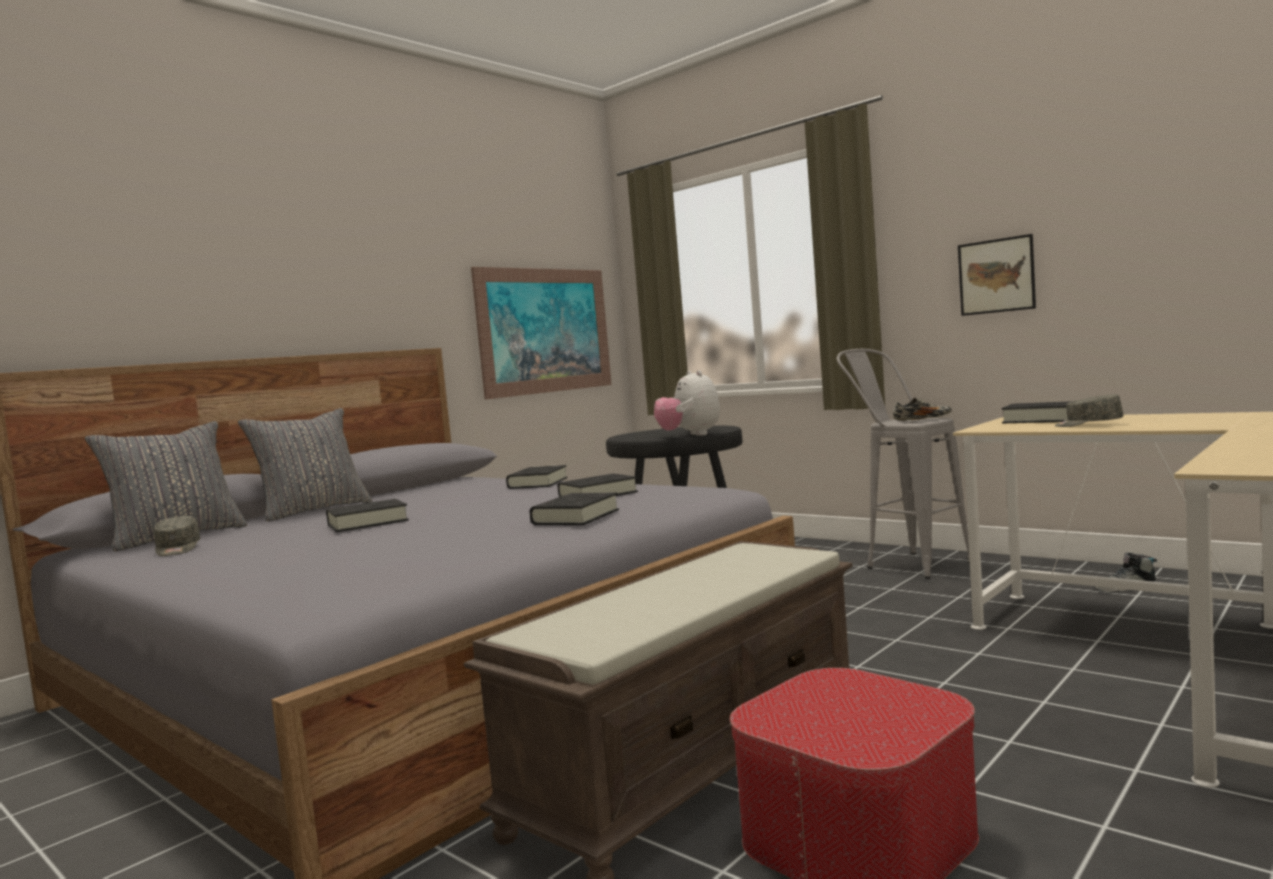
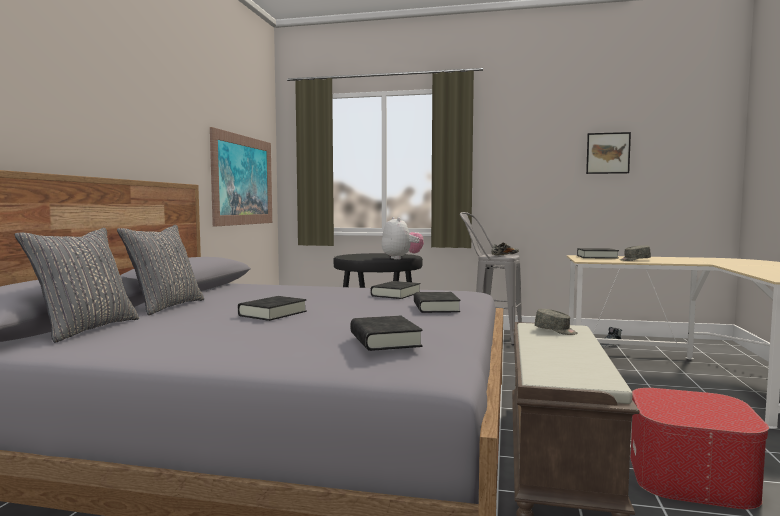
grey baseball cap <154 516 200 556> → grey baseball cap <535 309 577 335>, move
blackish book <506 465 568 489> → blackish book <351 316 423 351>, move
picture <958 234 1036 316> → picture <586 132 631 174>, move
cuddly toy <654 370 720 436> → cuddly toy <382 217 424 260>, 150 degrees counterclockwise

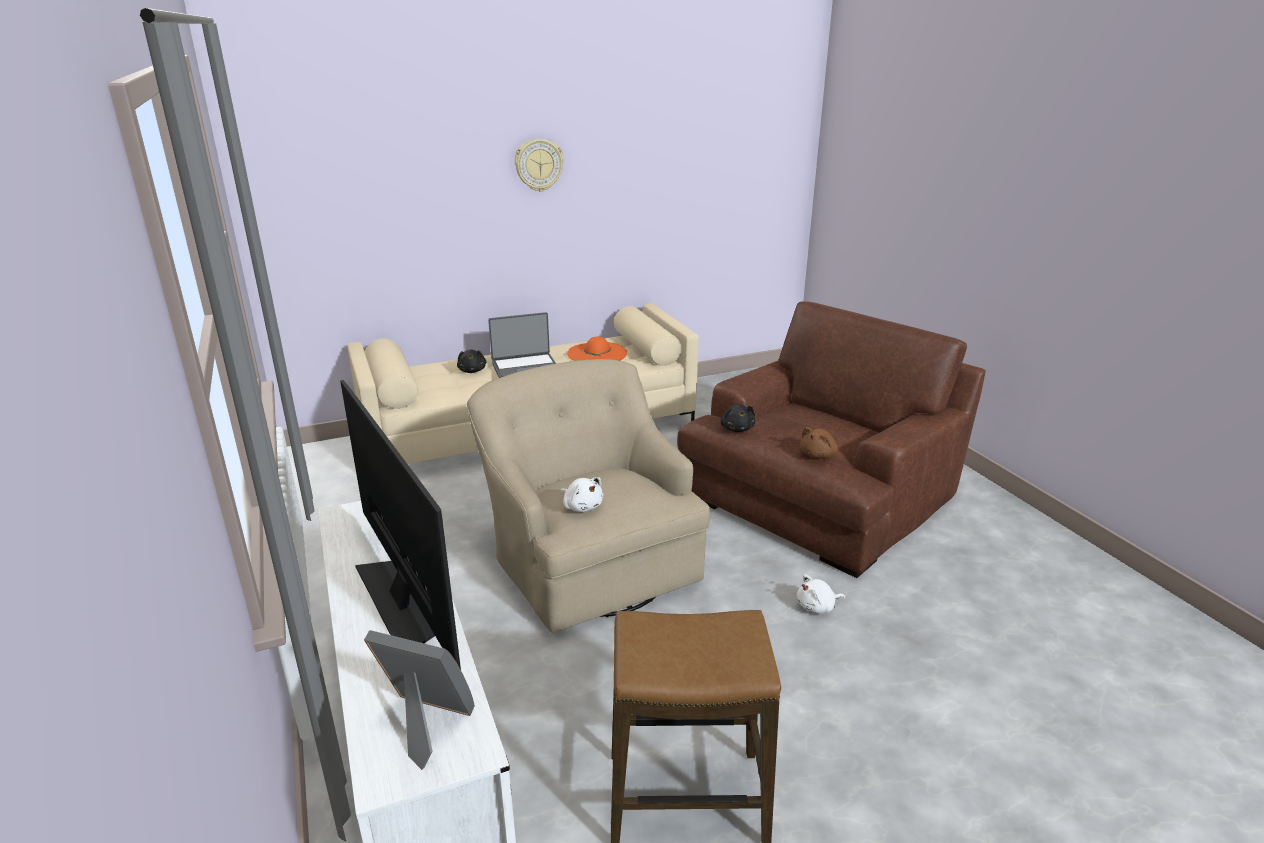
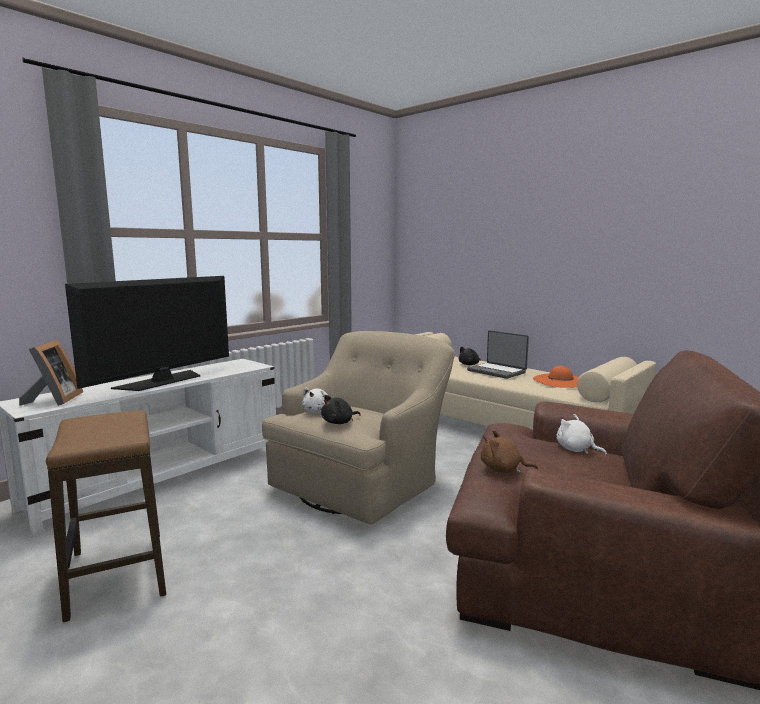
clock on the wall <515 139 564 192> → -
blackish cuddly toy <720 404 755 432> → blackish cuddly toy <321 395 361 424>, move
white-coloured cuddly toy <797 574 845 614> → white-coloured cuddly toy <556 414 607 456>, move

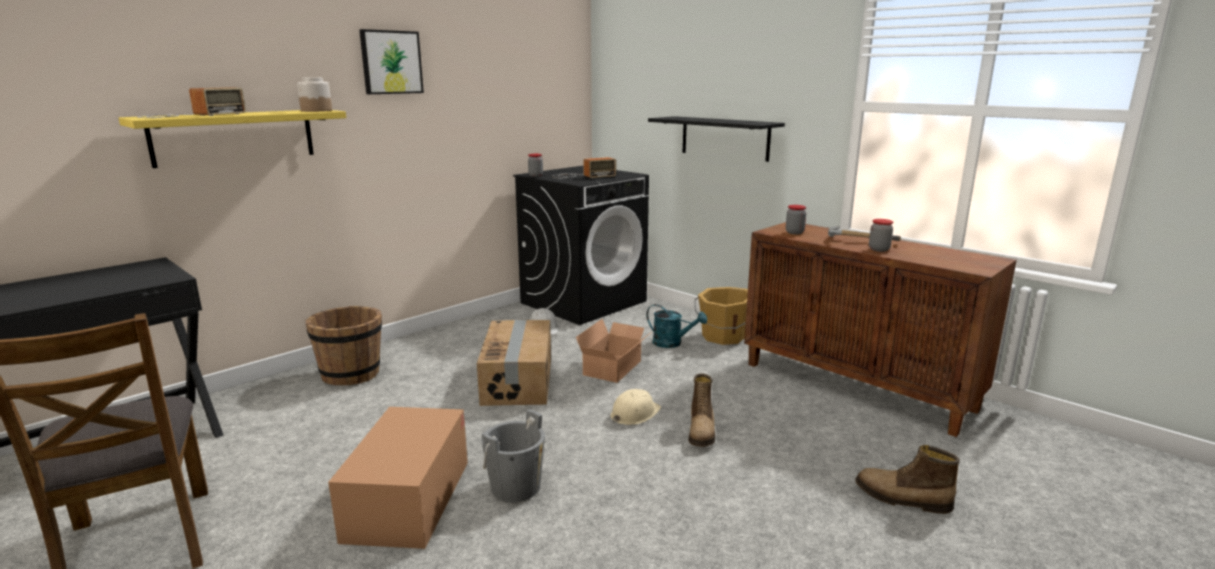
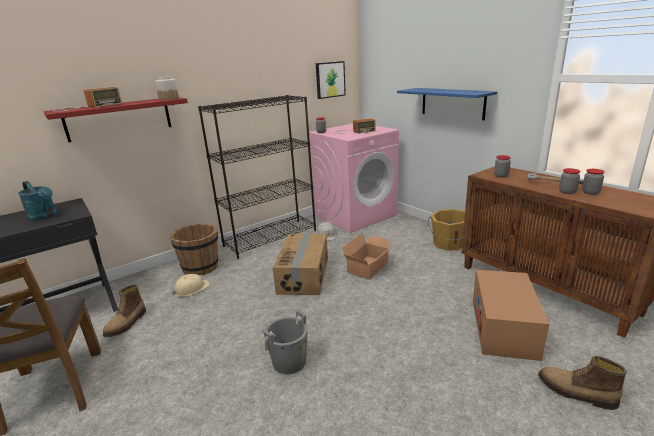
- → blackish bookcase <198 95 316 259>
- → preserve jar <582 169 604 195>
cardboard box <328 407 468 549> → cardboard box <473 270 549 361>, move
picture <359 29 424 94> → picture <316 61 346 99>, move
beige work helmet <610 389 661 425> → beige work helmet <172 274 210 297>, move
turquoise watering can <646 304 707 348> → turquoise watering can <18 181 57 221>, move
boot <688 373 715 447> → boot <103 284 146 337>, move
yellow bracket shelf <119 110 346 168> → reddish bracket shelf <44 97 188 142>
blackish washing machine <513 166 649 325> → pinkish washing machine <309 123 399 233>
blackish bracket shelf <648 116 785 162> → blue bracket shelf <397 88 497 120>

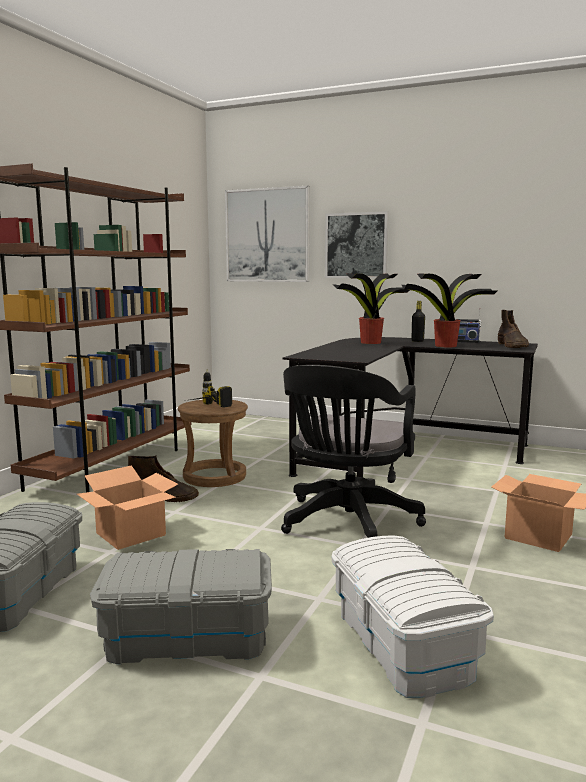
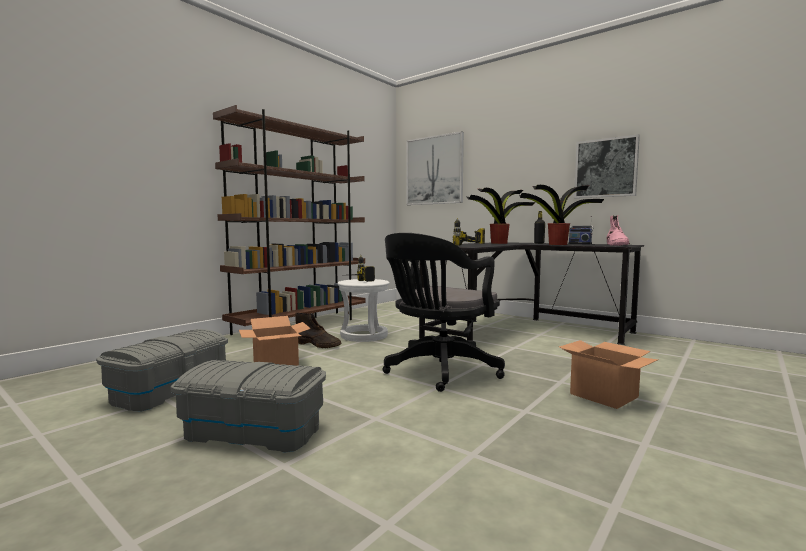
white-coloured storage bin <332 536 494 698> → -
- → electric drill <453 218 485 246>
picture <325 211 389 278> → picture <574 134 640 198>, move
brown-coloured stool <178 400 248 487> → white-coloured stool <338 279 390 342>
brown-coloured boot <498 310 529 348> → pinkish boot <607 215 630 246>

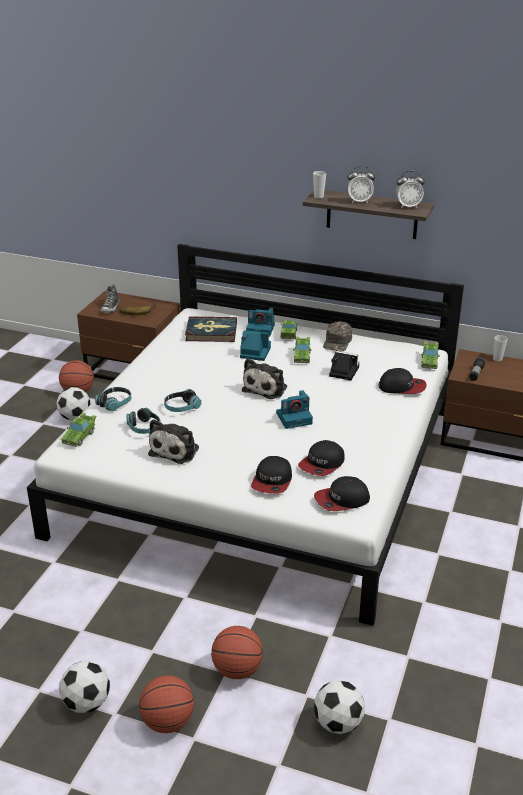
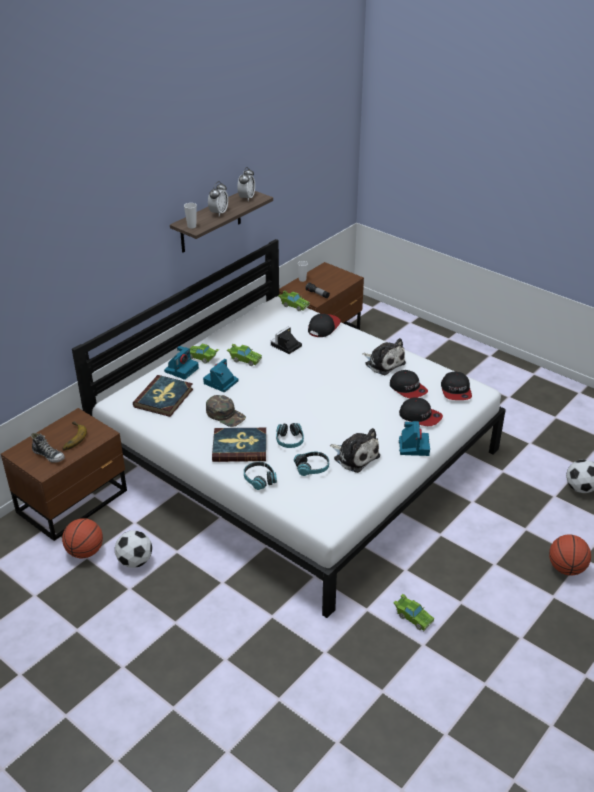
football <59 661 110 713> → -
ball for basketball <211 626 263 679> → -
- → book <212 428 266 462>
greenish miniature car <61 413 96 447> → greenish miniature car <394 594 435 631>, move
cuddly toy <242 358 287 399> → cuddly toy <362 338 406 375>, move
photo camera <276 390 313 429> → photo camera <399 421 430 456>, move
greenish baseball cap <323 321 352 351> → greenish baseball cap <206 395 246 427>, move

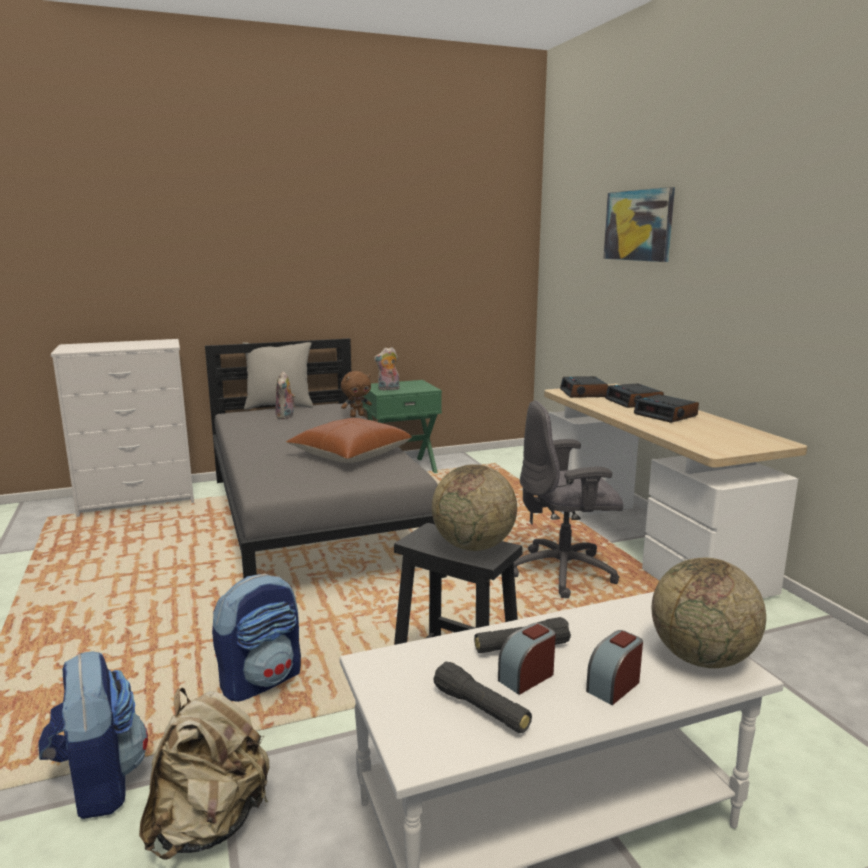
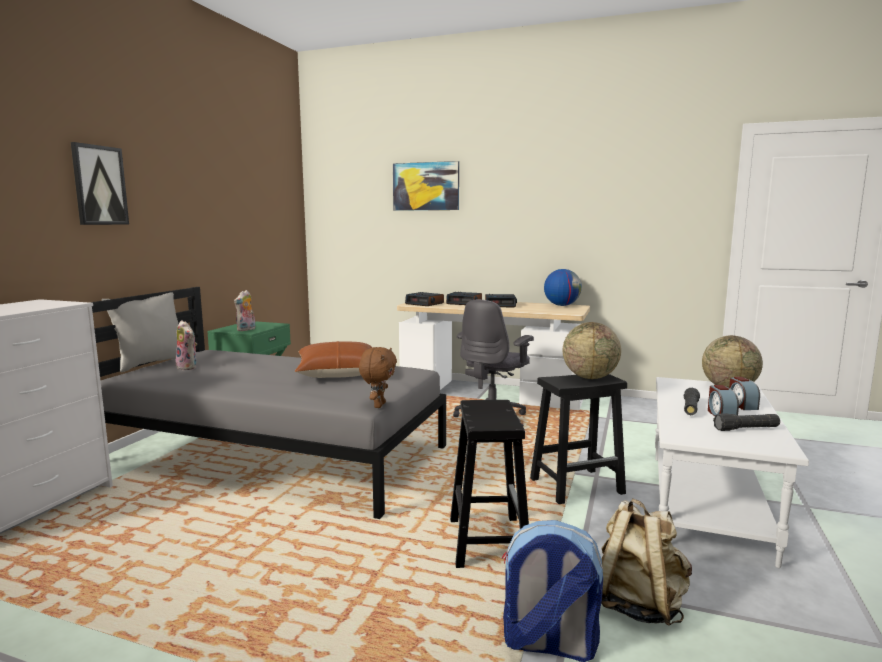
- → picture <70 142 129 225>
- → world globe <544 269 582 306>
brown-coloured cuddly toy <341 371 372 417> → brown-coloured cuddly toy <359 347 397 408>, move
knapsack <212 573 301 702> → blackish stool <450 400 529 568>

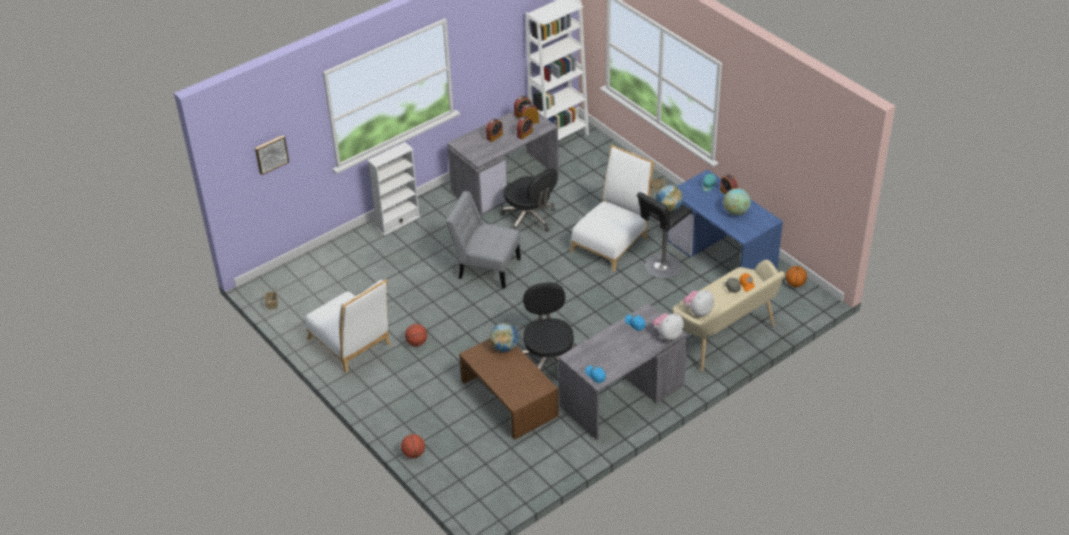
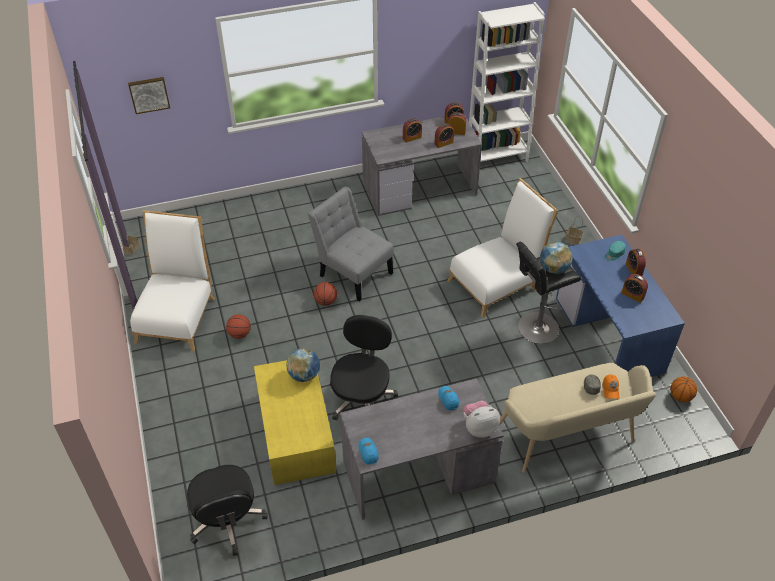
white-coloured bookcase <367 142 420 236> → -
cuddly toy <683 290 714 317> → -
ball for basketball <401 434 425 458> → ball for basketball <314 282 337 306>, move
blackish office chair <500 168 558 232> → blackish office chair <187 465 268 556>, move
world globe <723 188 751 216> → table clock <621 274 648 303>
brown-coloured low table <459 339 559 440> → yellow low table <254 360 336 485>
white-coloured plain chair <305 279 391 373> → white-coloured plain chair <130 210 215 351>, 150 degrees counterclockwise

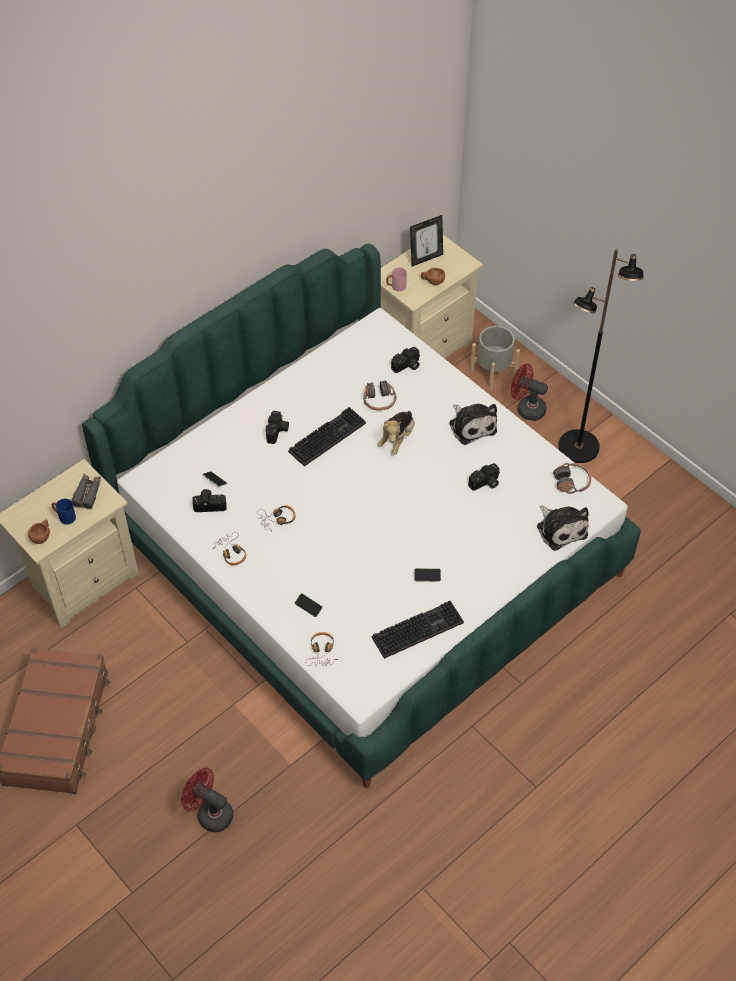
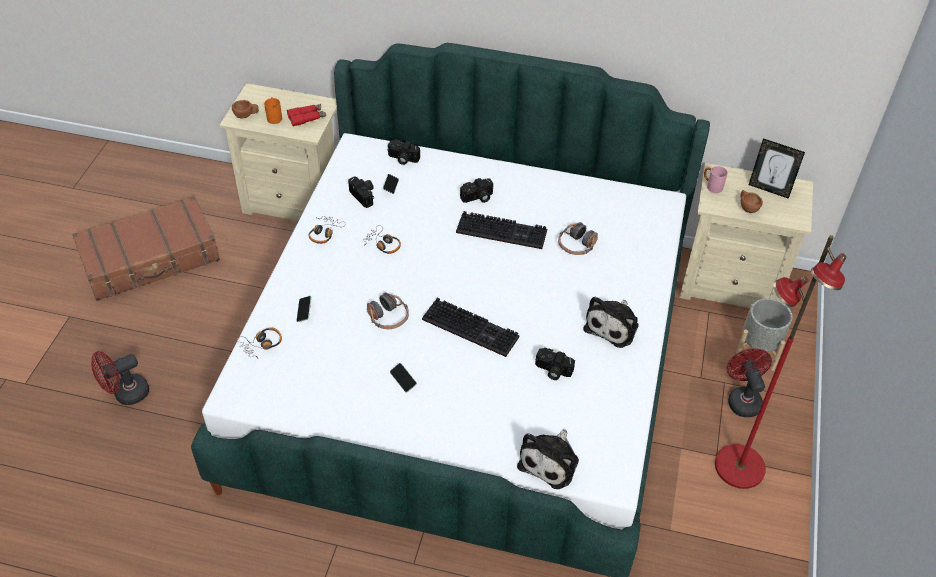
cuddly toy <377 411 415 454> → -
PC keyboard <372 601 464 659> → PC keyboard <422 298 520 357>, move
photo camera <391 347 420 373> → photo camera <388 139 420 165>, move
headphones <553 463 592 494> → headphones <367 293 409 329>, move
blue mug <52 499 76 525> → orange mug <264 98 282 124>
grey pair of binoculars <71 474 101 509> → reddish pair of binoculars <287 104 326 127>
blackish standard lamp <558 249 644 463> → reddish standard lamp <715 235 847 489>
reddish electric fan <181 768 233 832> → reddish electric fan <91 351 149 405>, 120 degrees counterclockwise

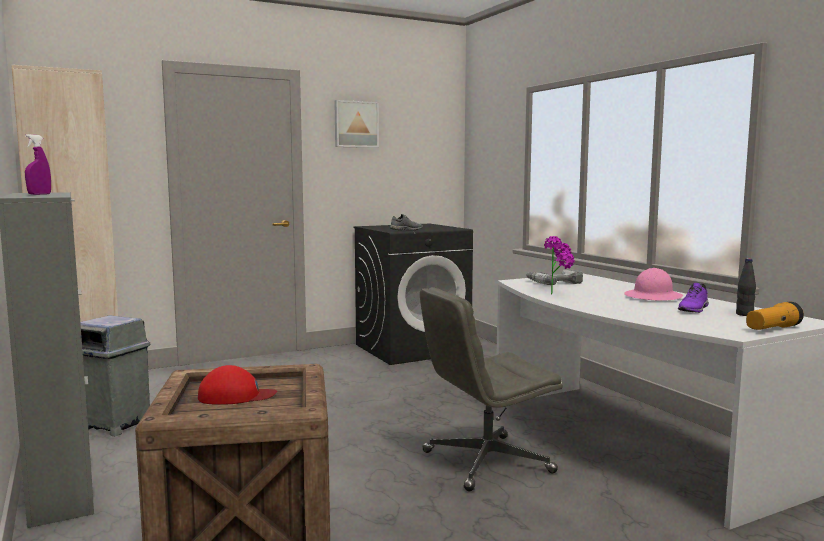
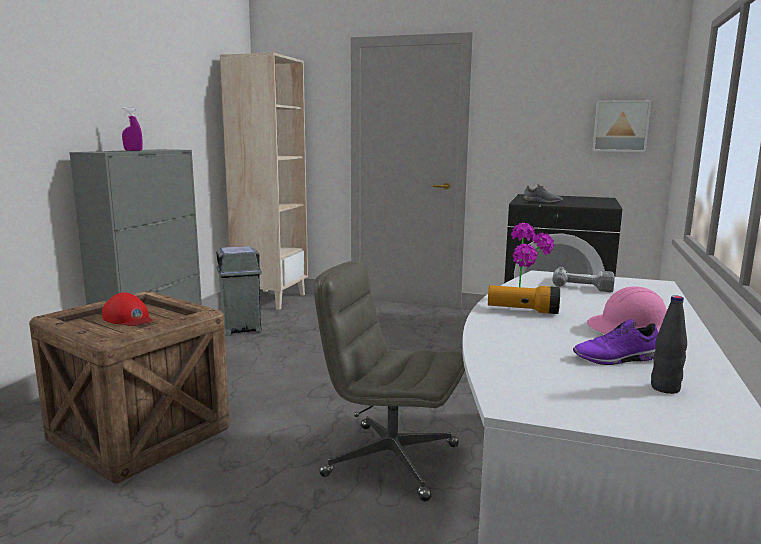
picture <334 100 379 148> → picture <592 100 651 152>, move
hand torch <746 302 804 330> → hand torch <488 285 560 314>, move

